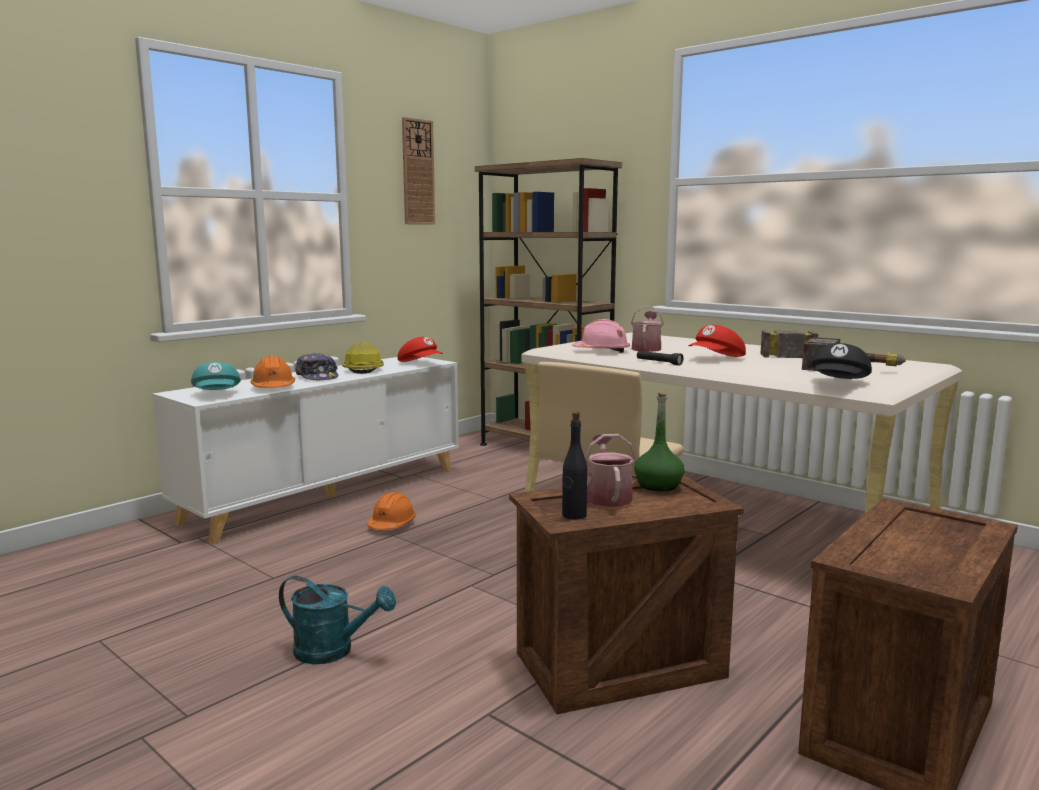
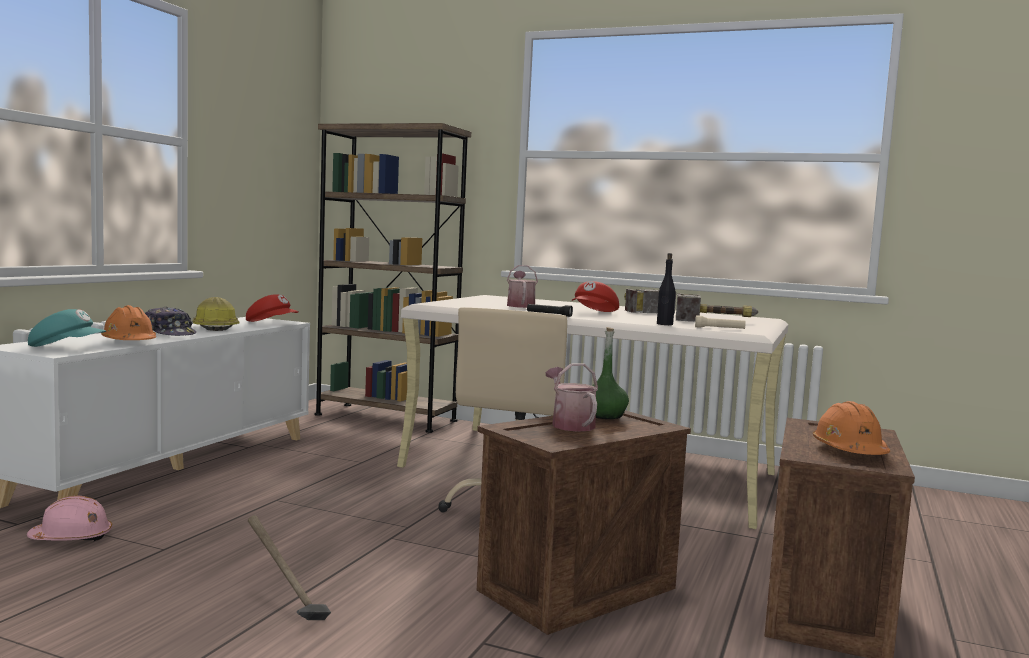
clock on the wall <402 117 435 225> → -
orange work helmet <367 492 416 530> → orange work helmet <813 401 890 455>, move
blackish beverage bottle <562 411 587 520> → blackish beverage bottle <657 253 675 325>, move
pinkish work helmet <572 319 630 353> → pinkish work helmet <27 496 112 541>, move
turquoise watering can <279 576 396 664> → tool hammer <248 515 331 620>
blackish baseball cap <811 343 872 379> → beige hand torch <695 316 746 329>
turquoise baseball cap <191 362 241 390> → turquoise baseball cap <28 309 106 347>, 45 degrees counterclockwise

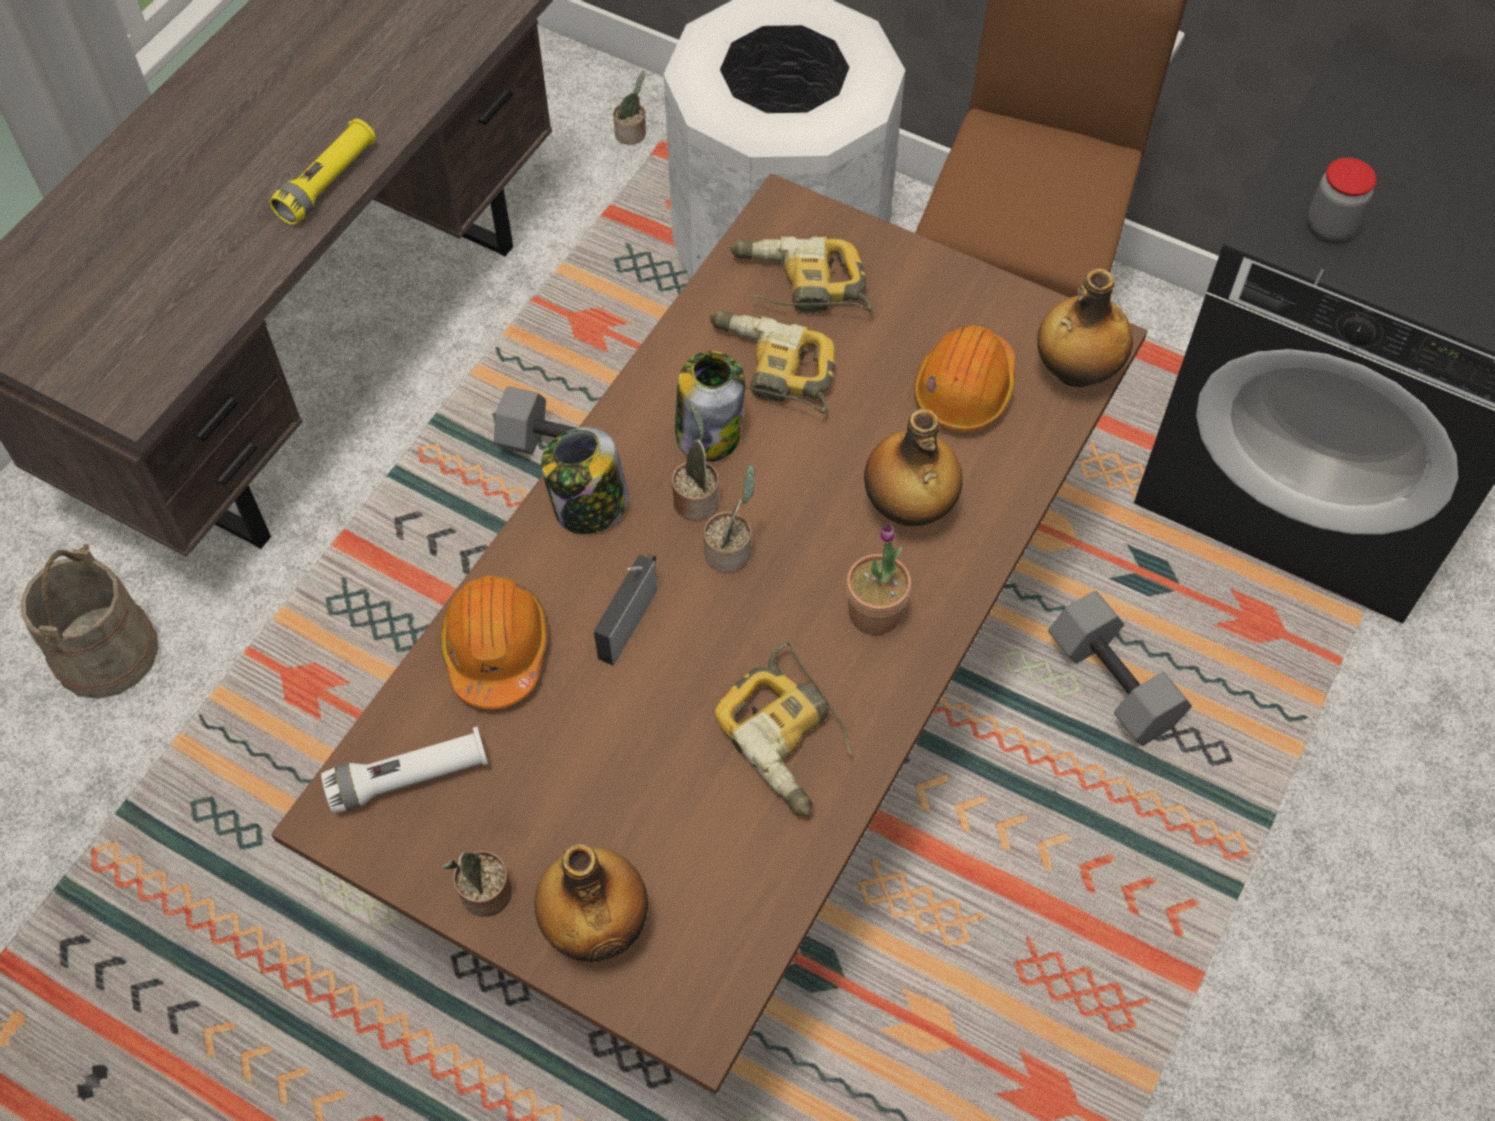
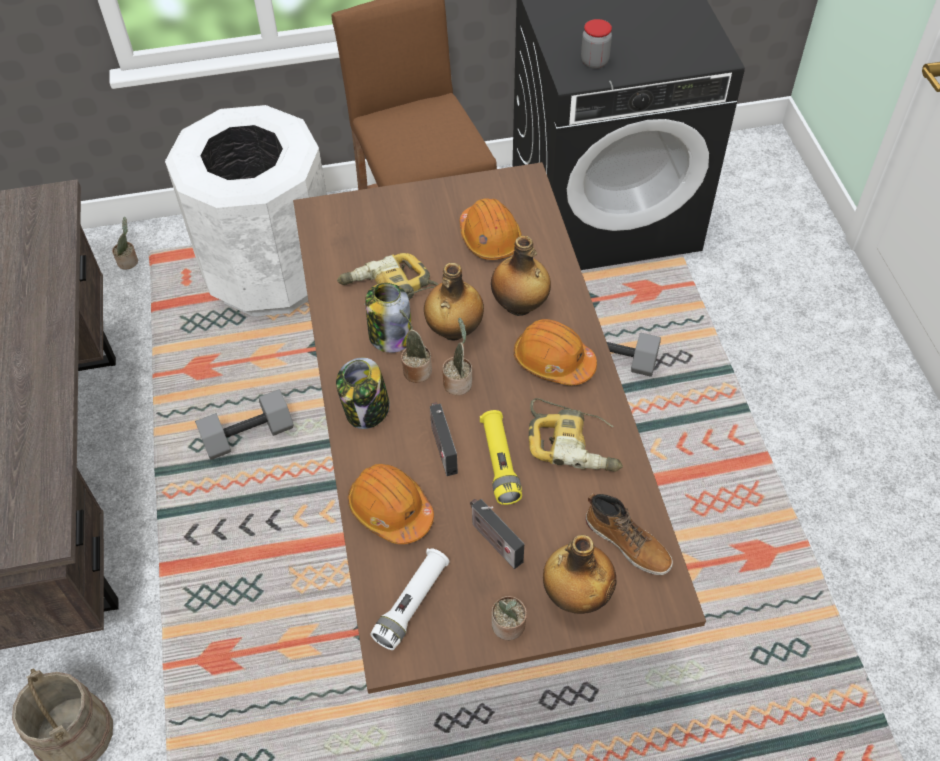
electric drill <730 236 872 314> → -
- → radio receiver <470 499 524 569>
- → boot <585 493 673 575>
yellow hand torch <269 119 376 225> → yellow hand torch <480 410 522 505>, move
beverage bottle <1037 269 1133 387> → beverage bottle <424 263 484 341>, move
plant in a pot <846 524 911 635> → orange work helmet <514 319 597 385>

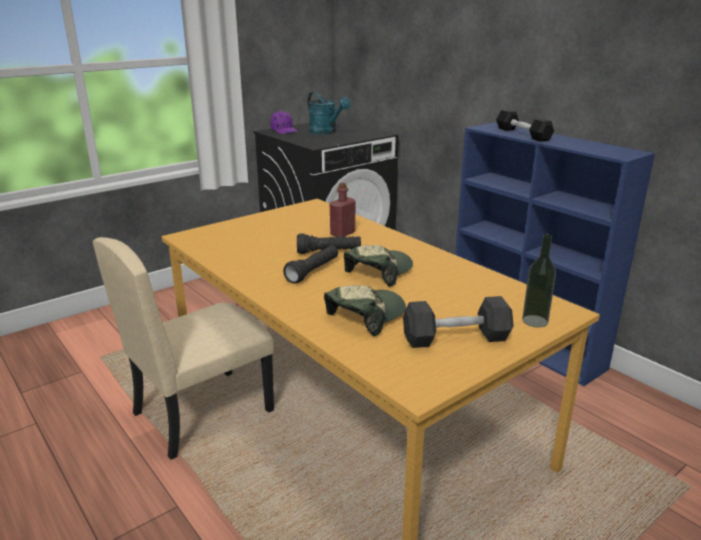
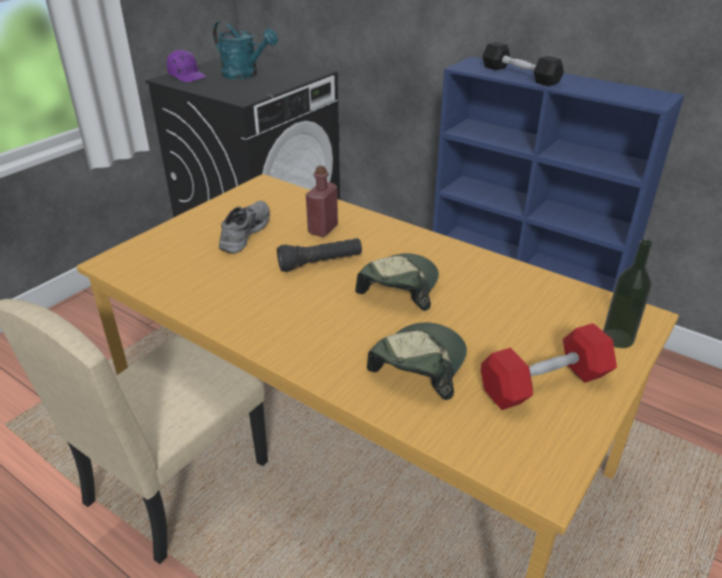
blackish hand torch <283 245 338 284> → -
- → grey shoe <219 201 270 254>
blackish dumbbell <403 296 514 348> → reddish dumbbell <481 323 617 410>

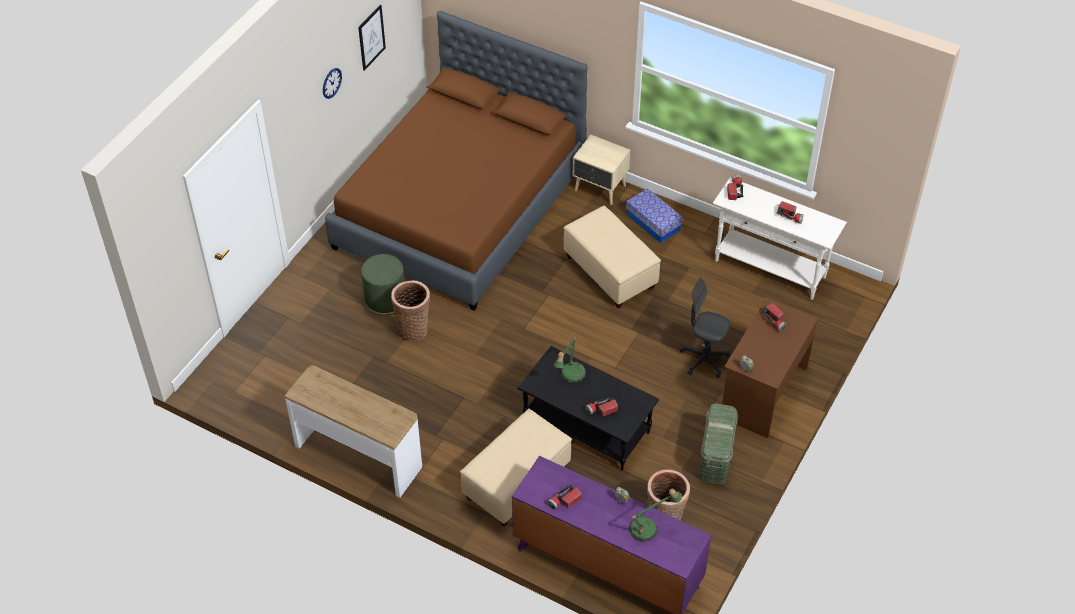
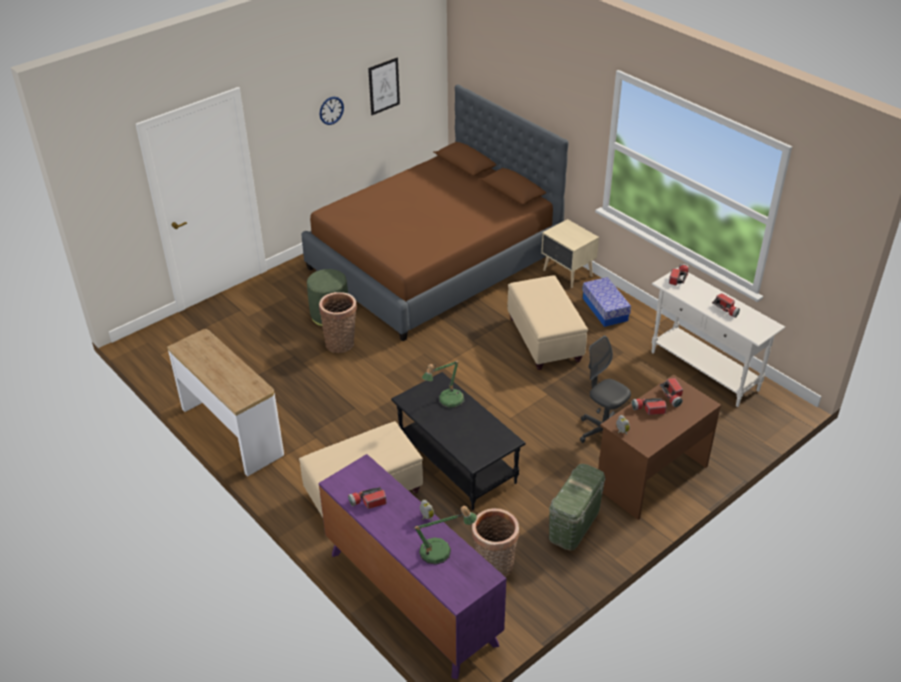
hand torch <585 396 618 416> → hand torch <632 398 667 415>, move

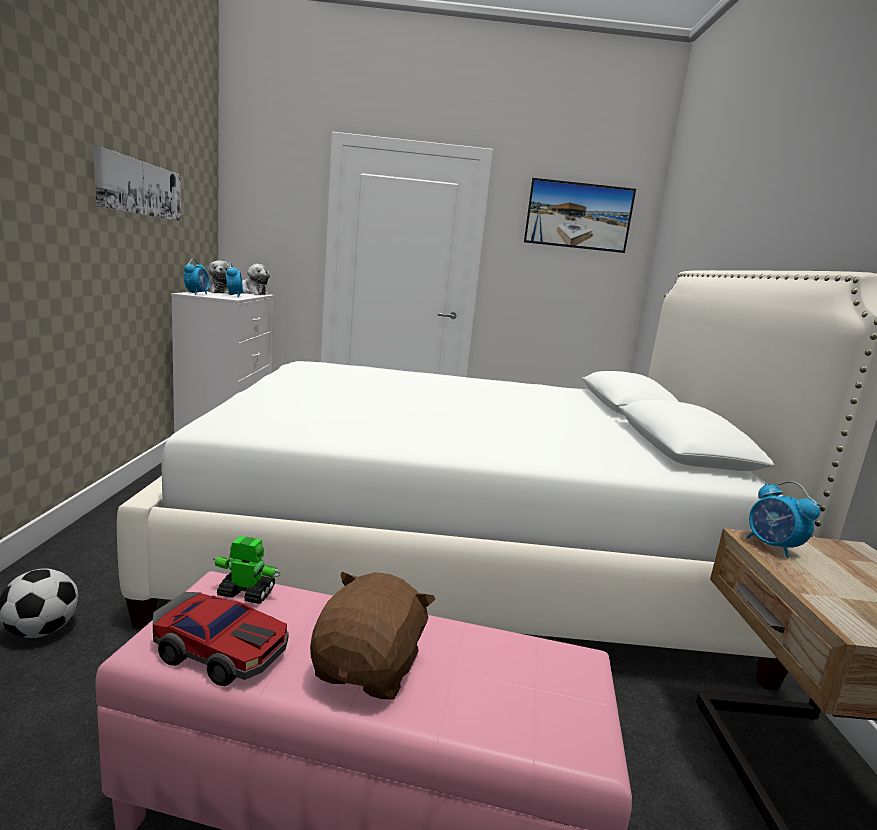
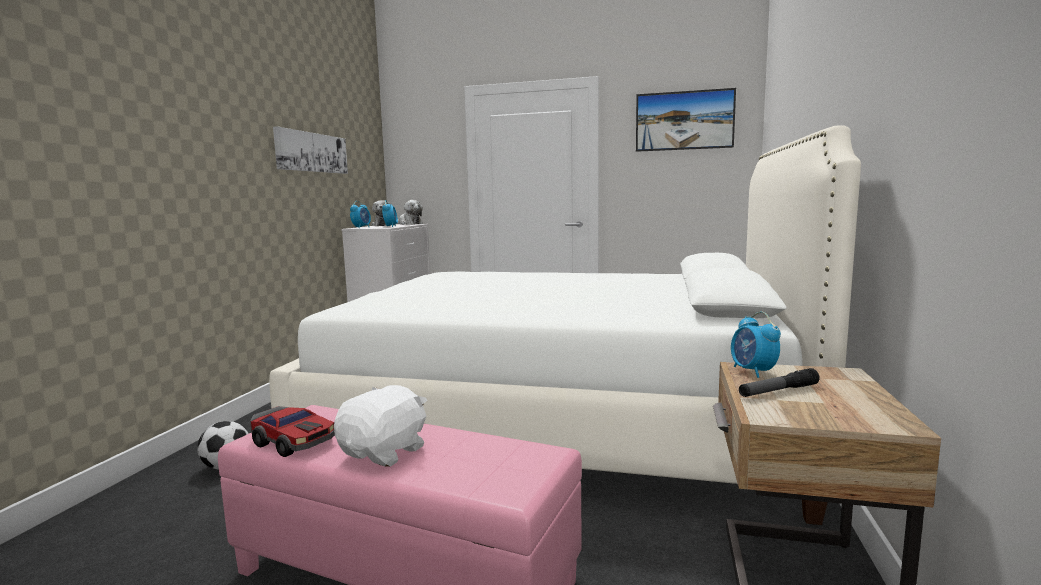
robot figure <213 536 281 604> → -
- → hand torch <739 368 820 397>
brown-coloured cuddly toy <310 571 435 700> → white-coloured cuddly toy <334 385 427 467>

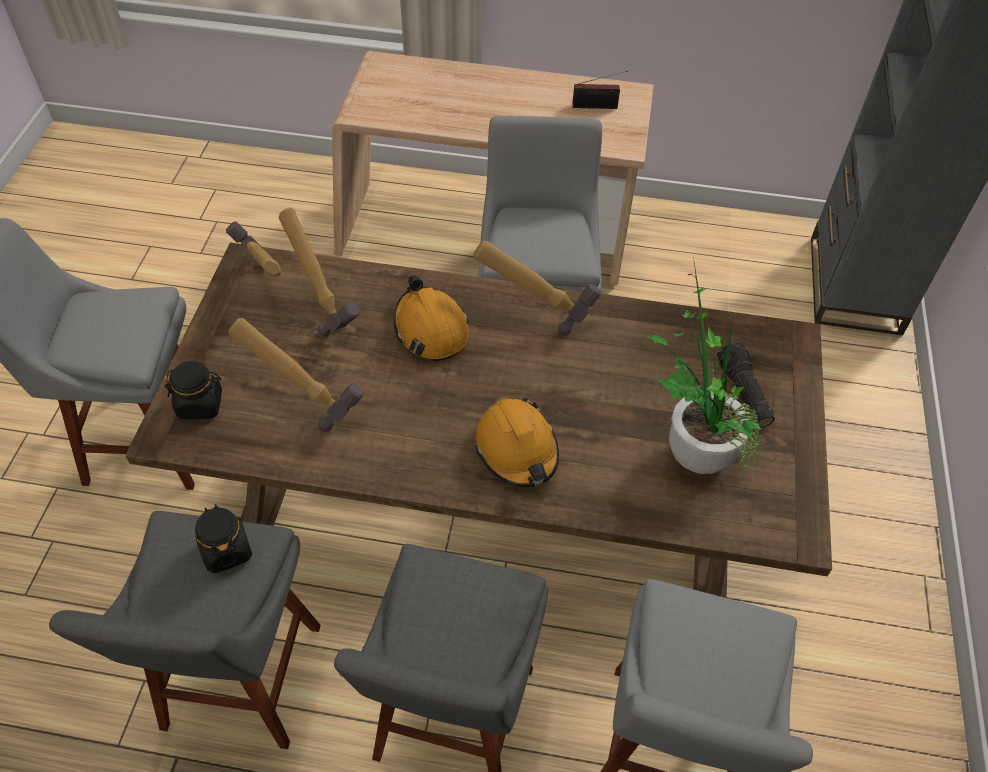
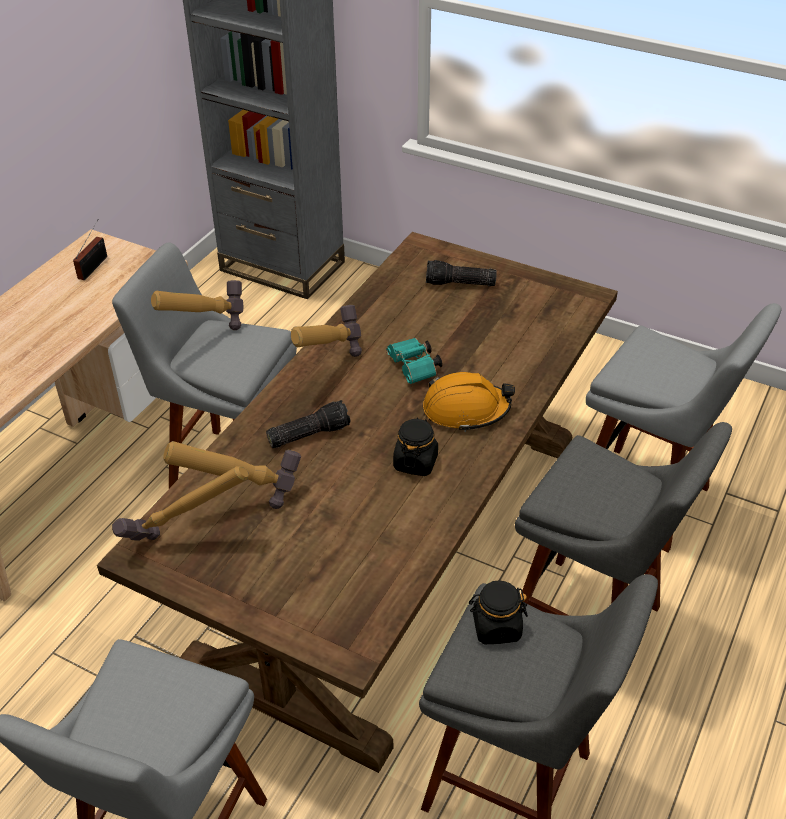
plant in a pot <640 257 761 474> → -
- → turquoise pair of binoculars <386 338 443 384>
blackish preserve jar <164 361 222 420> → blackish preserve jar <393 417 438 476>, move
tool hammer <228 318 364 431> → tool hammer <151 280 243 330>, move
orange work helmet <394 275 469 361> → hand torch <266 400 351 448>

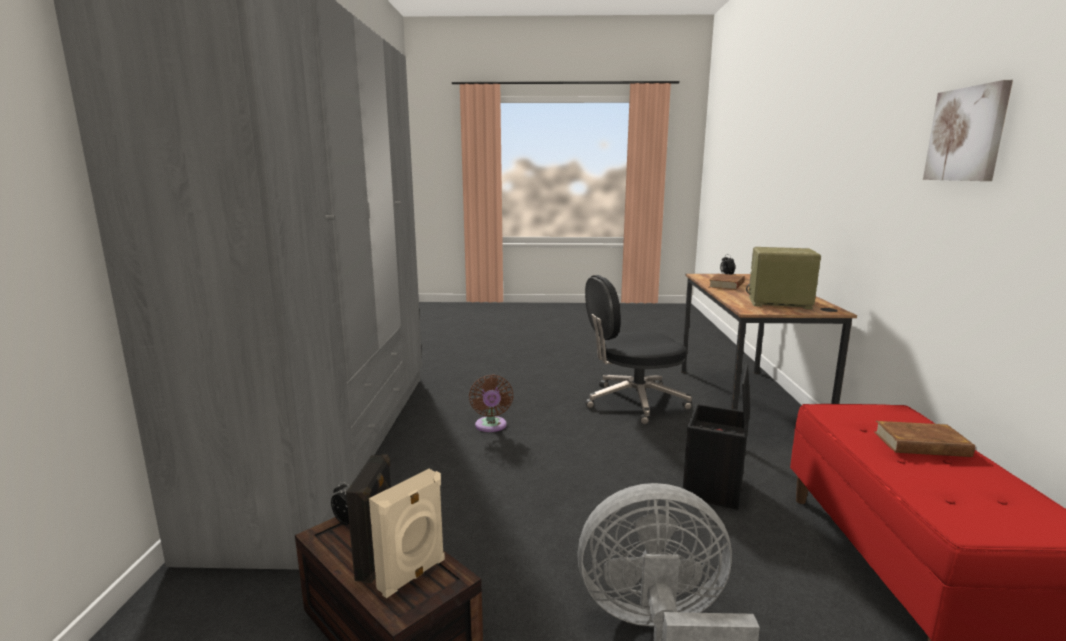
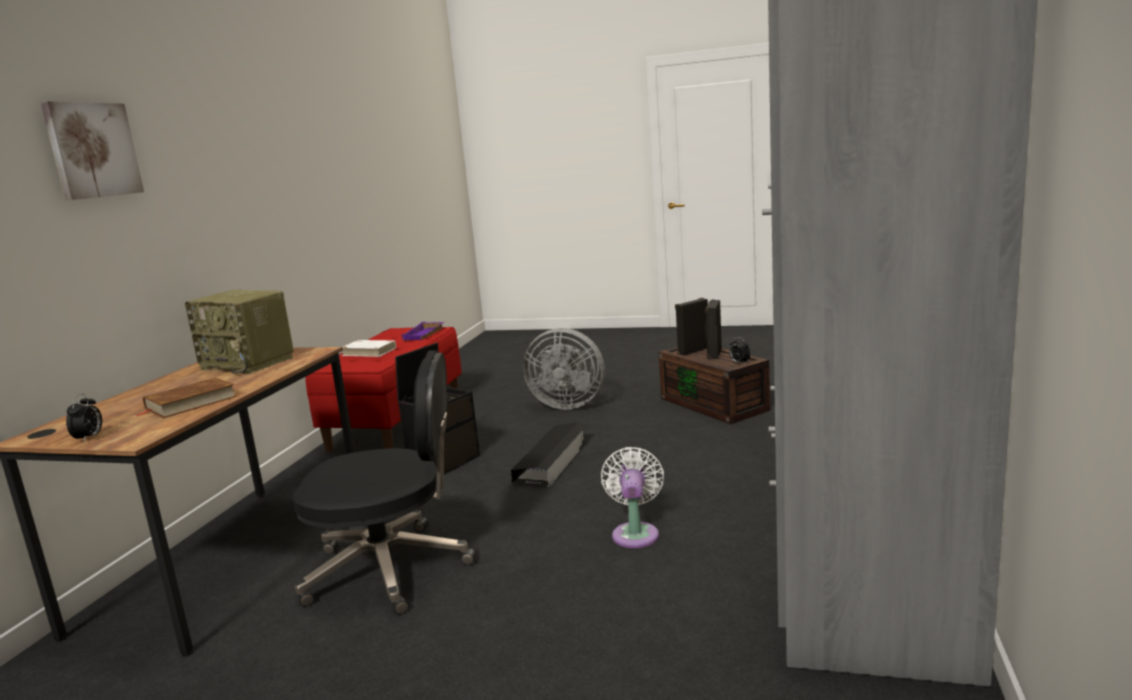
- → purple tray <402 322 444 341>
- → blackish storage bin <511 422 588 487>
picture <923 80 1013 181> → picture <41 101 144 200>, move
beige loudspeaker <369 469 445 598> → blackish loudspeaker <675 298 708 356>
brown-coloured electric fan <469 375 513 432> → white-coloured electric fan <601 447 664 548>
brown-coloured book <874 421 980 457> → white-coloured book <342 340 396 357>

